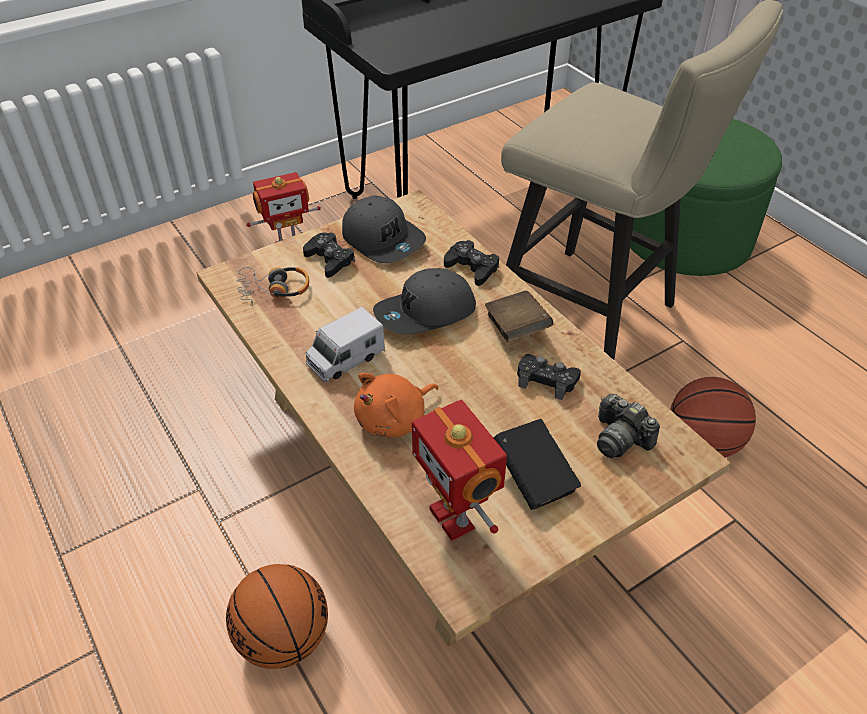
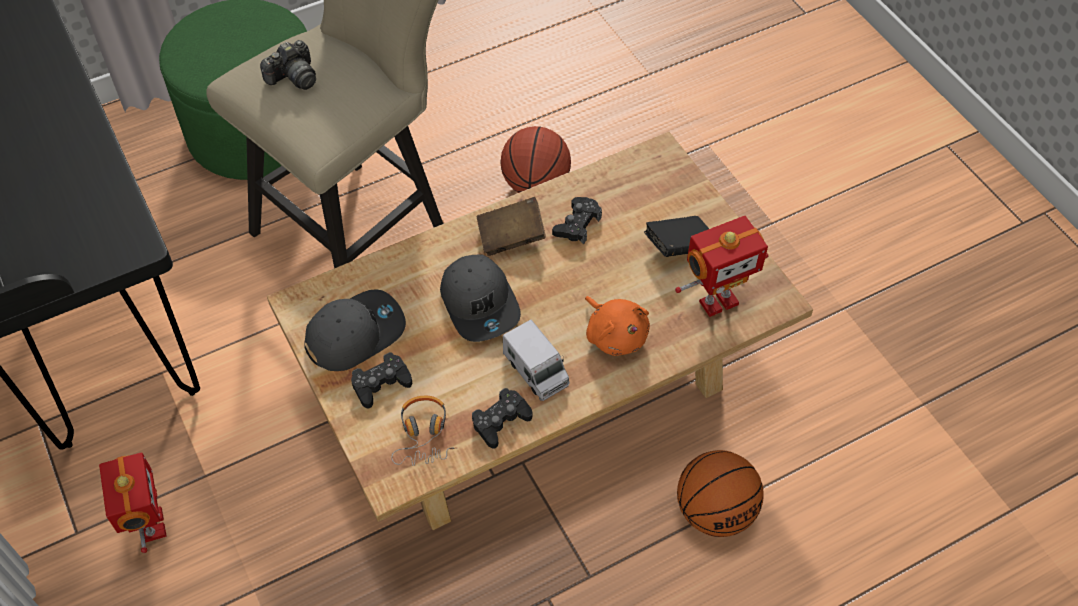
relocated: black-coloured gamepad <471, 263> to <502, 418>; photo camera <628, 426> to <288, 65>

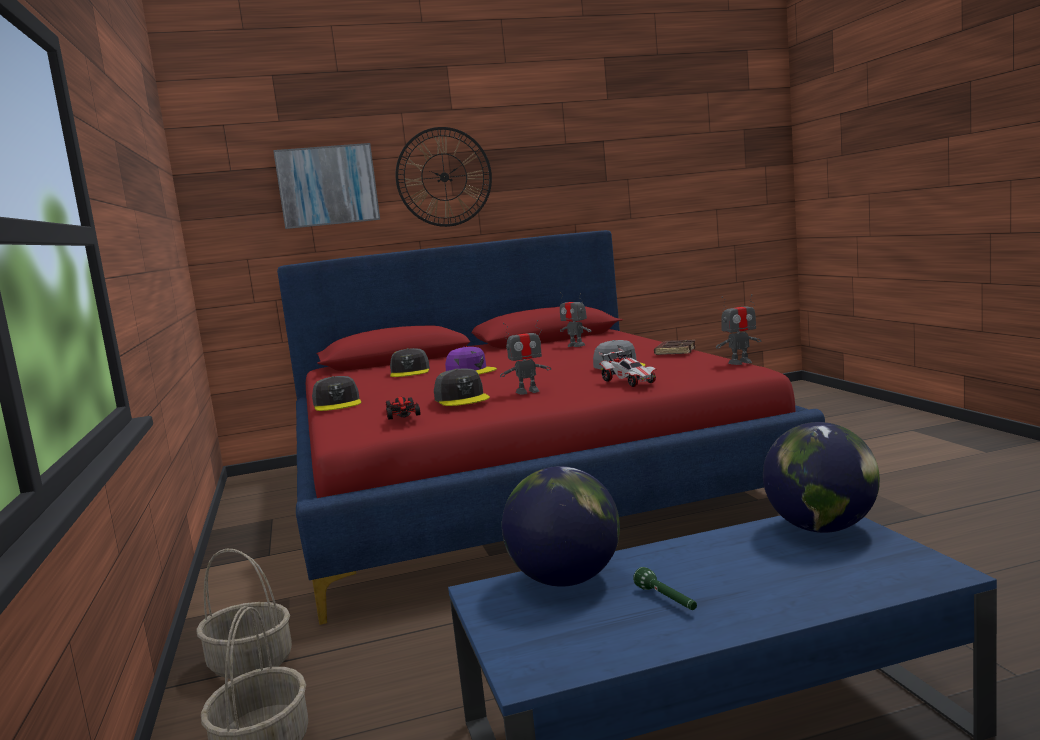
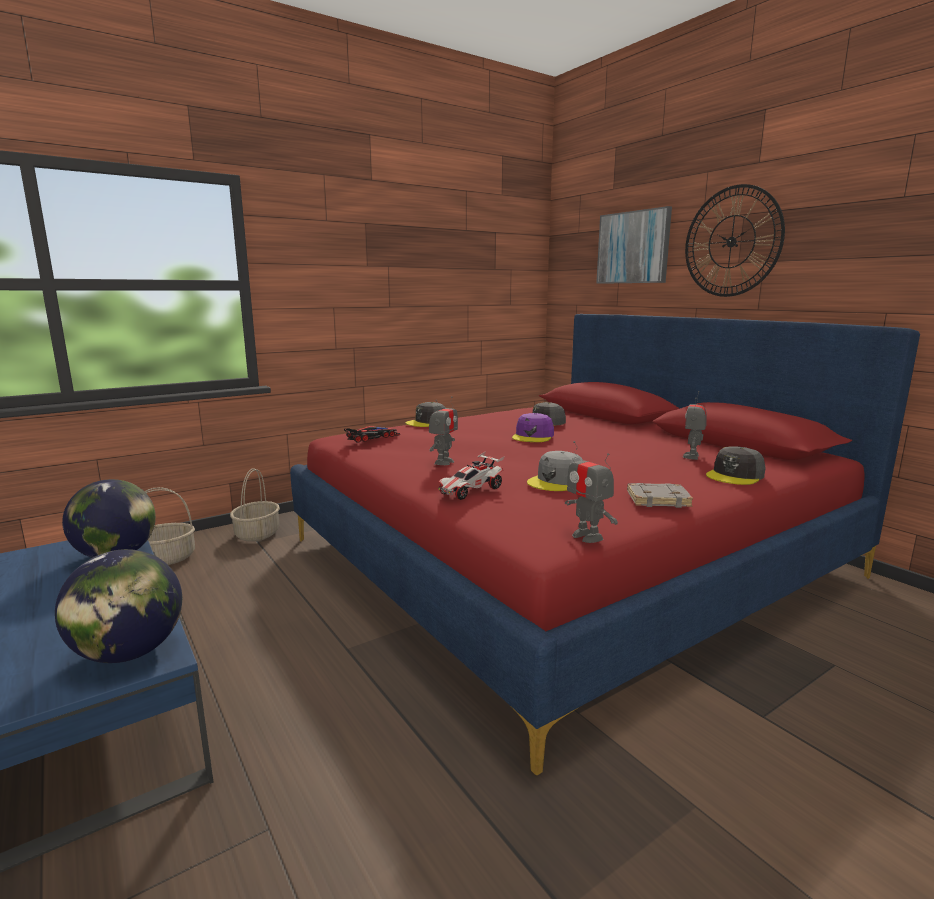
missing: green-coloured torch <665, 588>
relocated: gray baseball cap <462, 387> to <735, 465>
colour: brown-coloured volume <675, 347> to gray volume <660, 495>
spun: model robot <525, 357> = <443, 430> 120 degrees counterclockwise

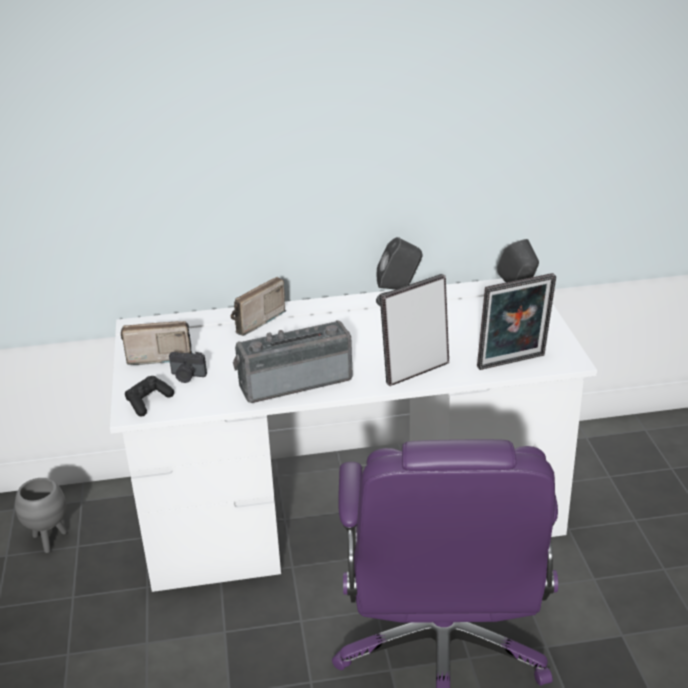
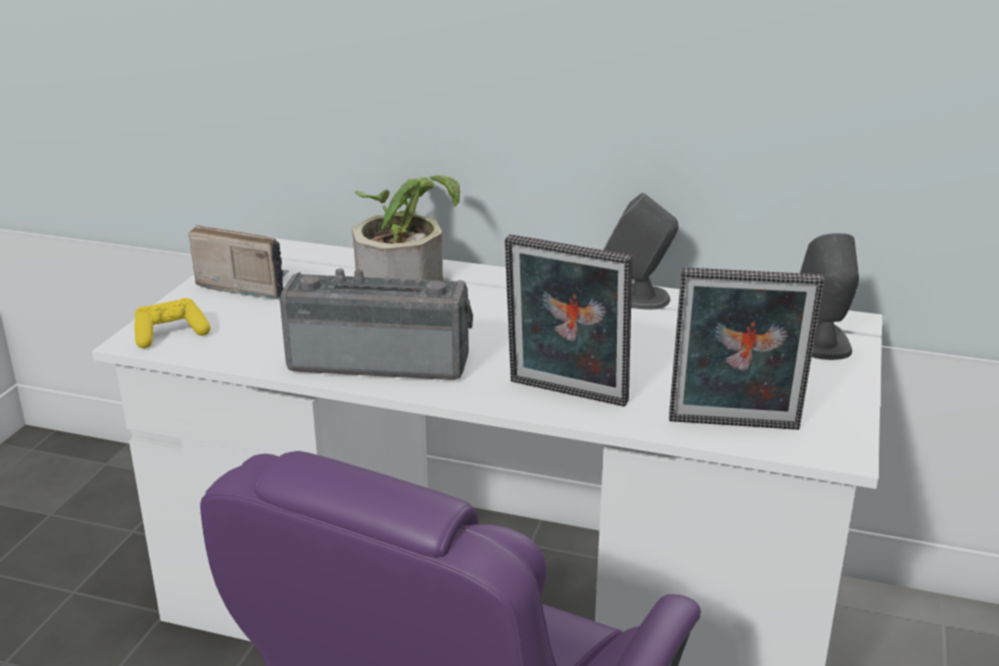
missing: gray flower pot <41, 515>; photo camera <188, 367>
exchanged: radio <258, 306> to plant in a pot <406, 228>
colour: black-coloured gamepad <149, 396> to yellowish gamepad <172, 323>
spun: standing frame <414, 330> = <568, 320> 150 degrees counterclockwise

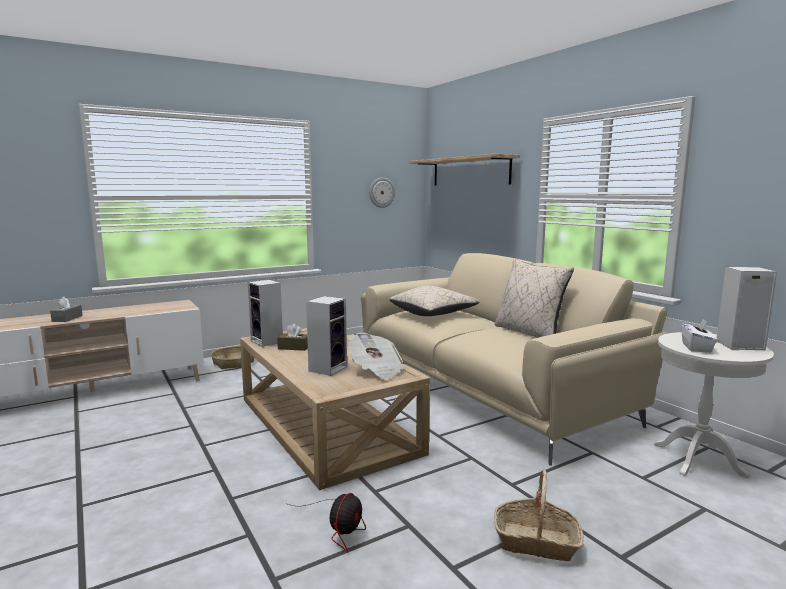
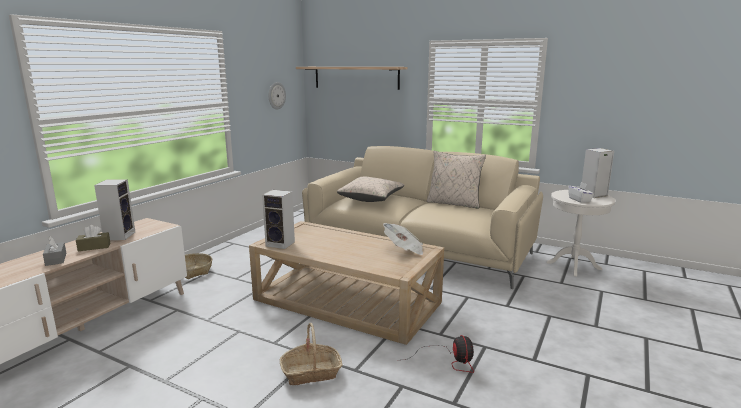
relocated: brown-coloured box of tissues <292, 337> to <93, 238>; speaker <326, 336> to <114, 209>; household basket <539, 515> to <311, 354>

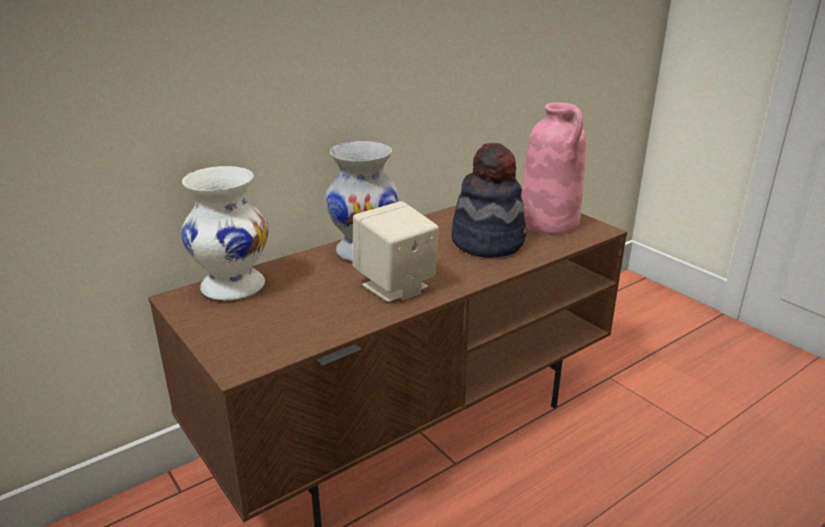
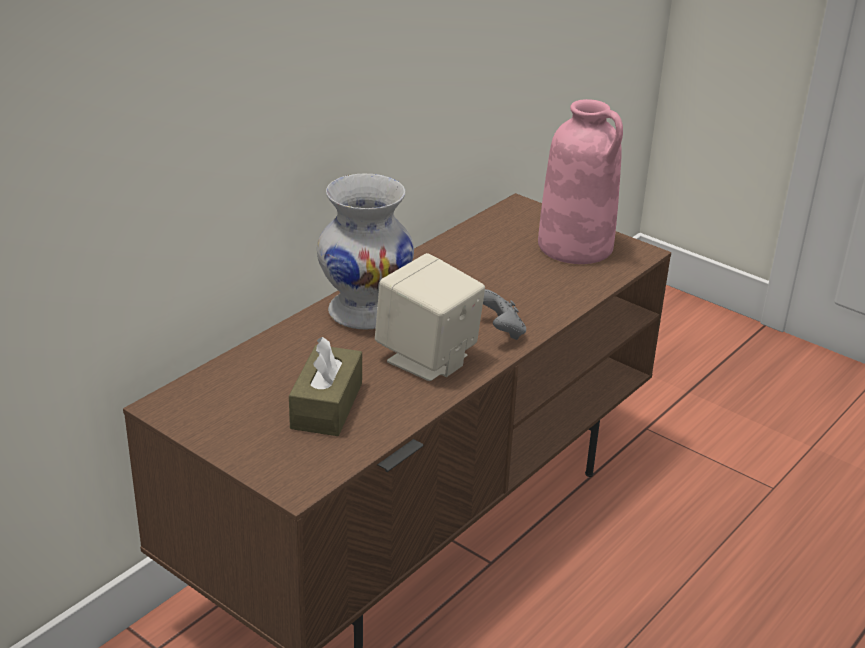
missing: white-coloured vase <224, 233>; wearable hat <489, 200>
appeared: brown-coloured box of tissues <325, 386>; gray gamepad <504, 314>

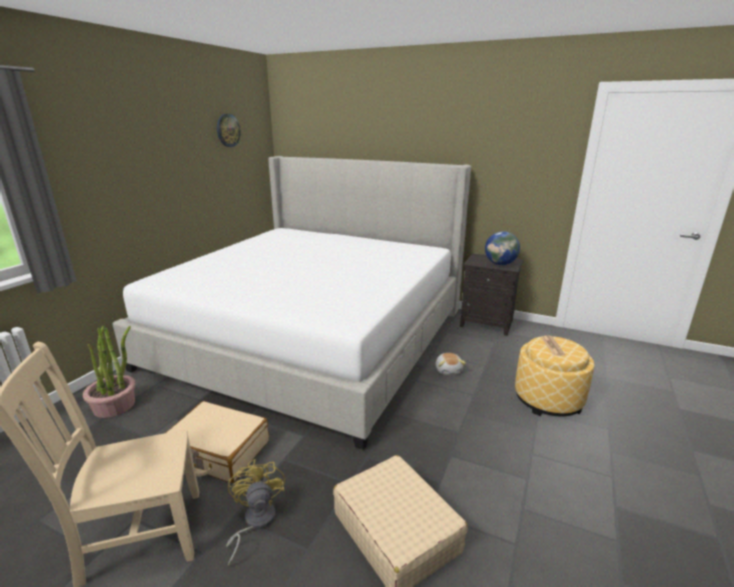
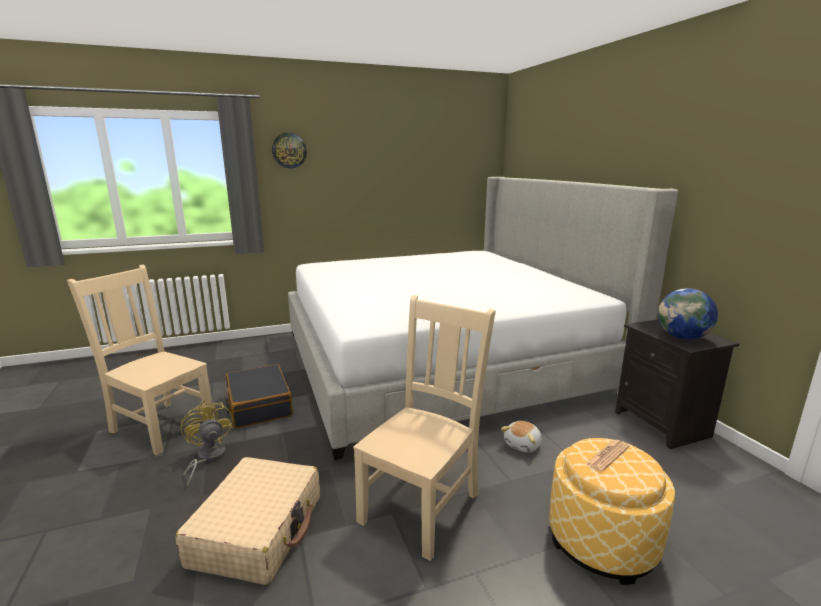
missing: plant in a pot <109, 372>
appeared: sand-coloured plain chair <424, 428>
relocated: hanging clock <229, 130> to <289, 150>
colour: sand-coloured piece of luggage <217, 442> to black-coloured piece of luggage <259, 396>
spun: yellowish fan <255, 512> = <206, 443> 60 degrees counterclockwise

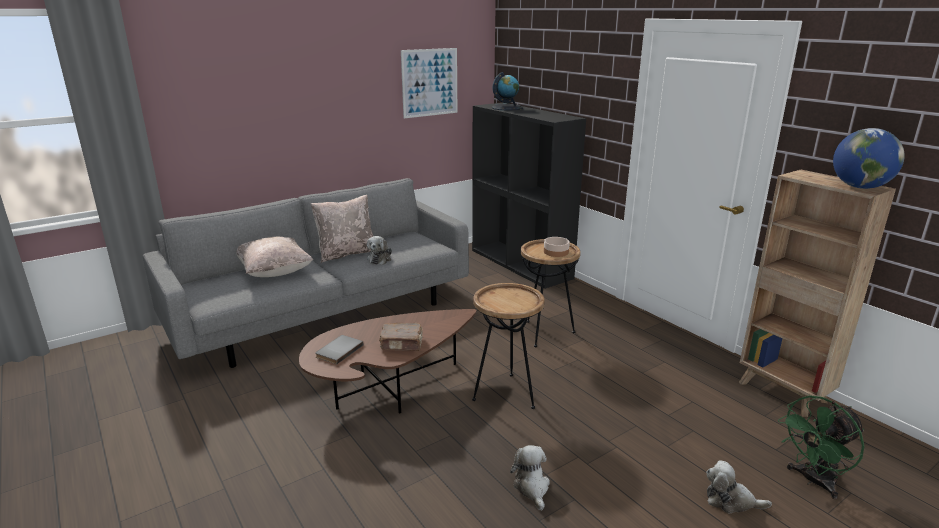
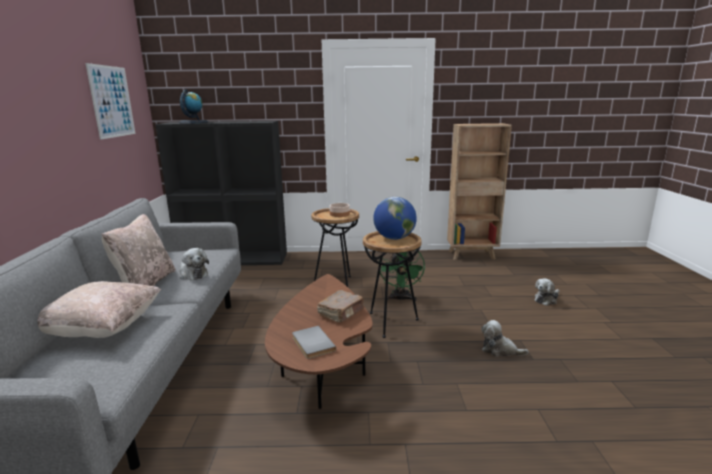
relocated: green-coloured fan <821, 447> to <402, 275>; world globe <869, 158> to <395, 218>

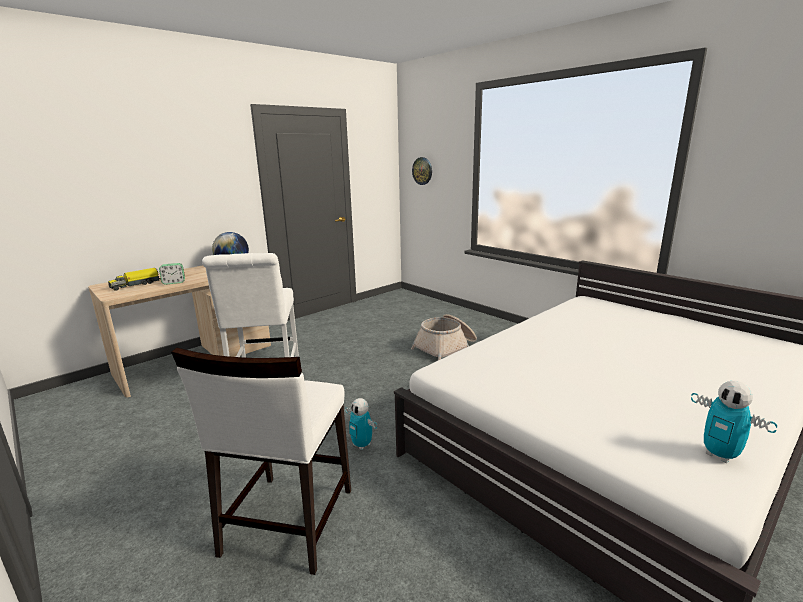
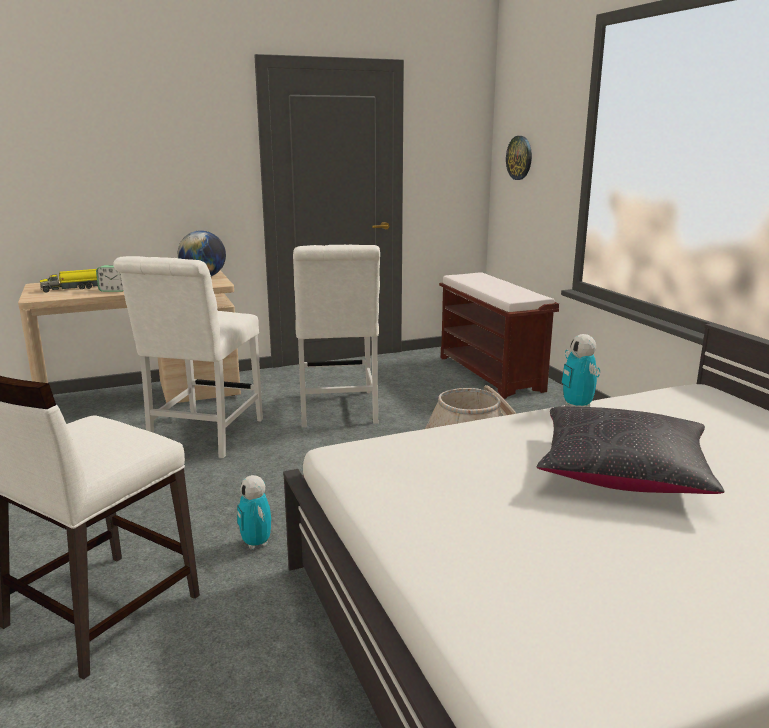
appeared: white-coloured plain chair <336, 335>; brown-coloured indoor bench <499, 335>; black-coloured cushion <631, 450>
relocated: model robot <734, 422> to <580, 370>

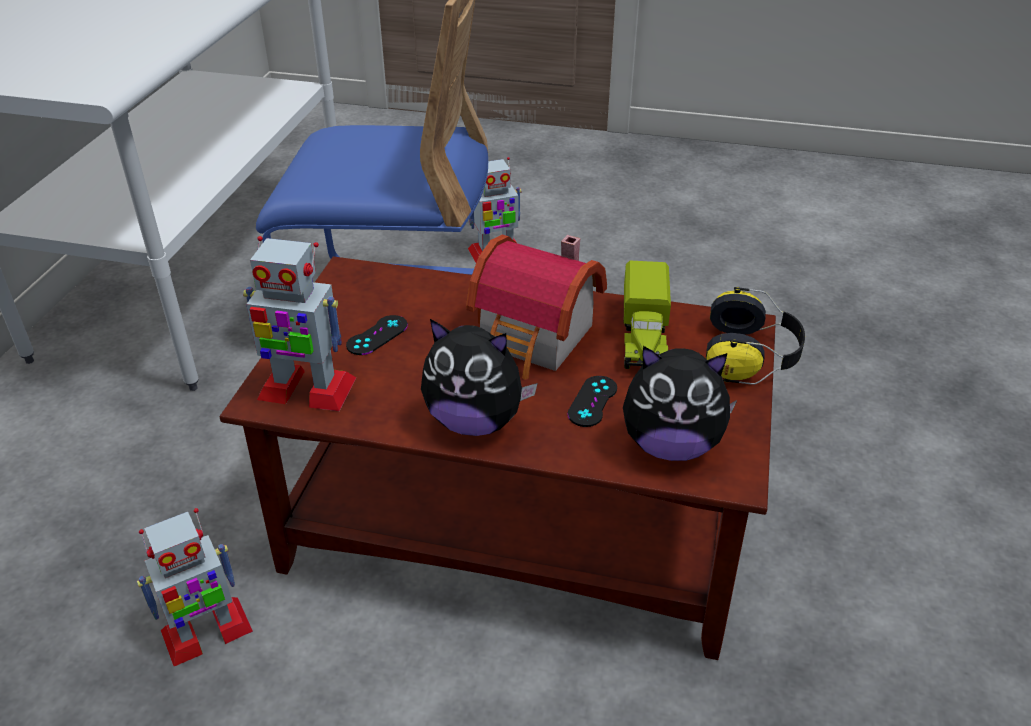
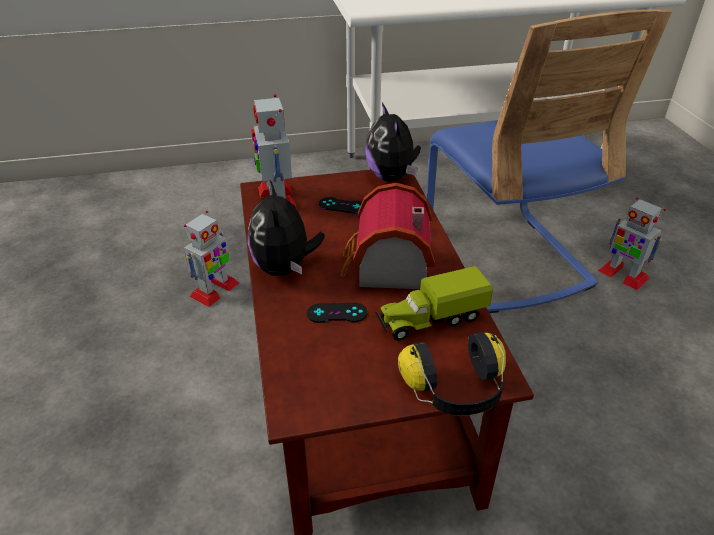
relocated: cuddly toy <680, 403> to <393, 142>
spun: model robot <195, 587> = <211, 259> 90 degrees counterclockwise

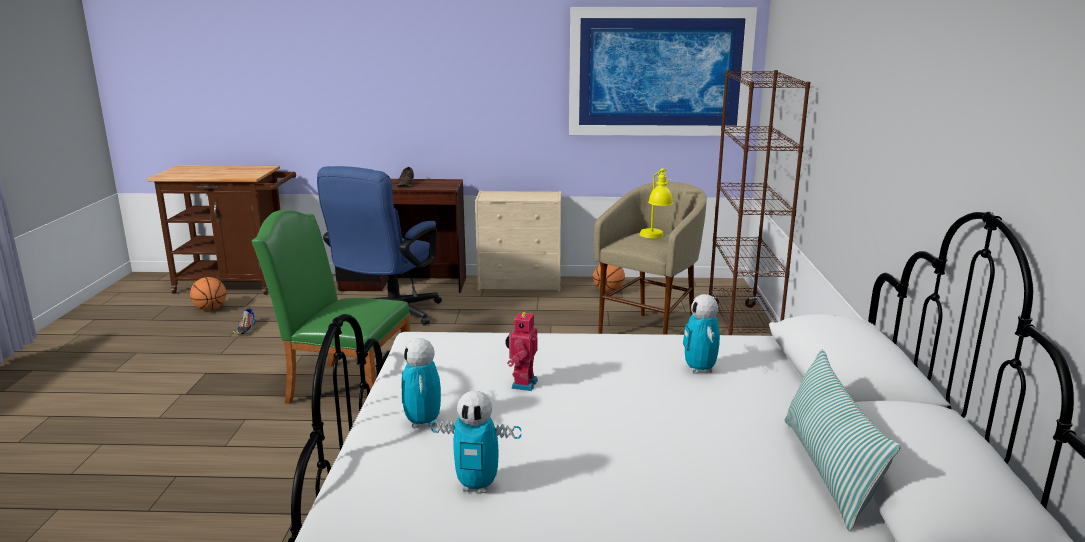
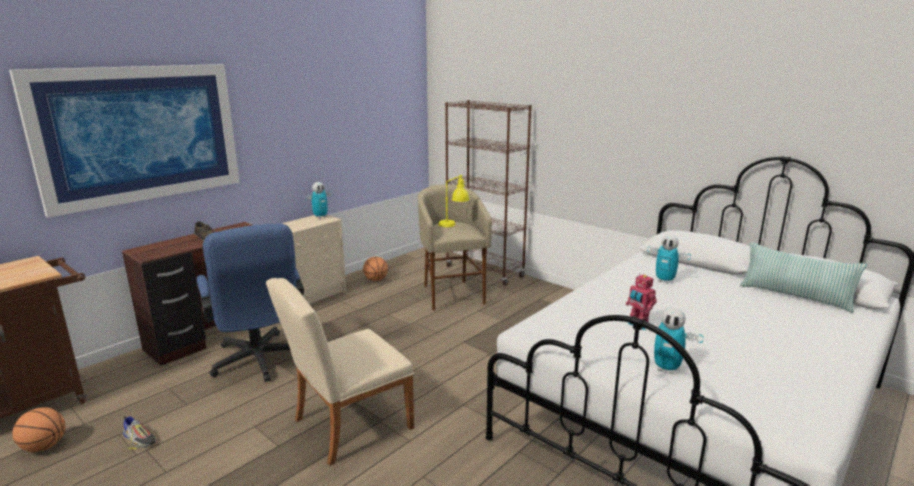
relocated: model robot <475, 441> to <319, 200>; wall art <663, 71> to <124, 141>
colour: green-coloured plain chair <330, 307> to sand-coloured plain chair <340, 372>

